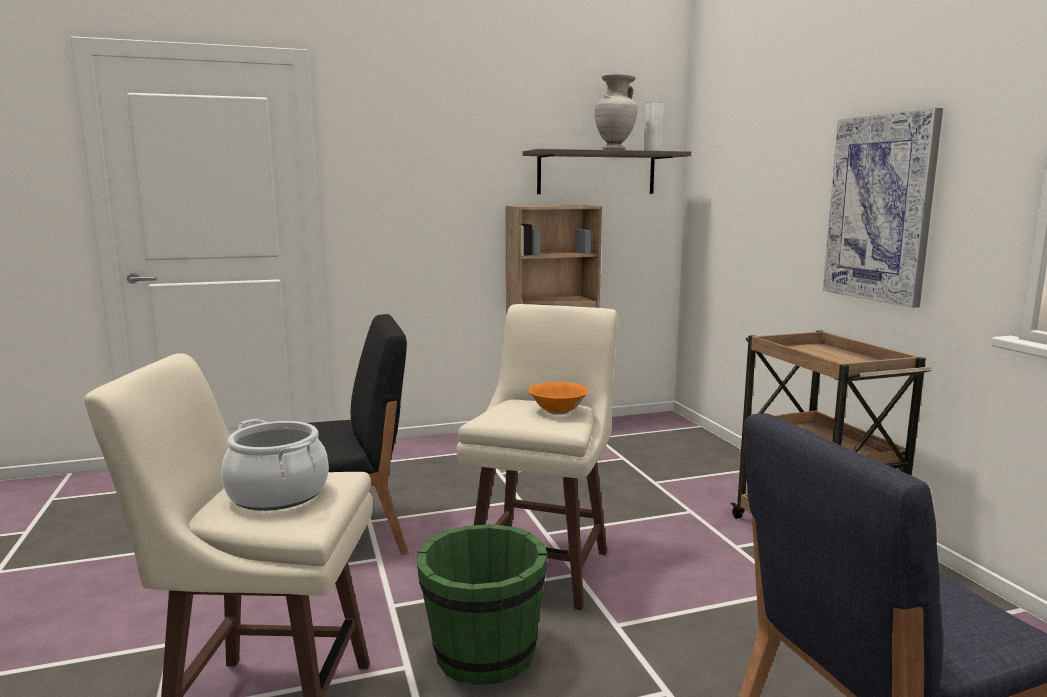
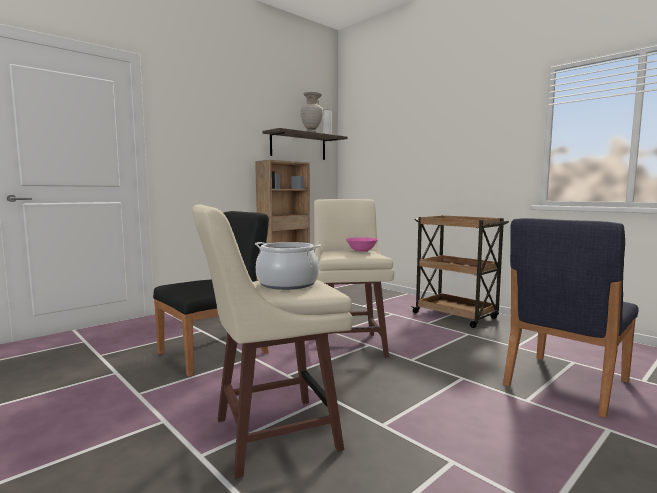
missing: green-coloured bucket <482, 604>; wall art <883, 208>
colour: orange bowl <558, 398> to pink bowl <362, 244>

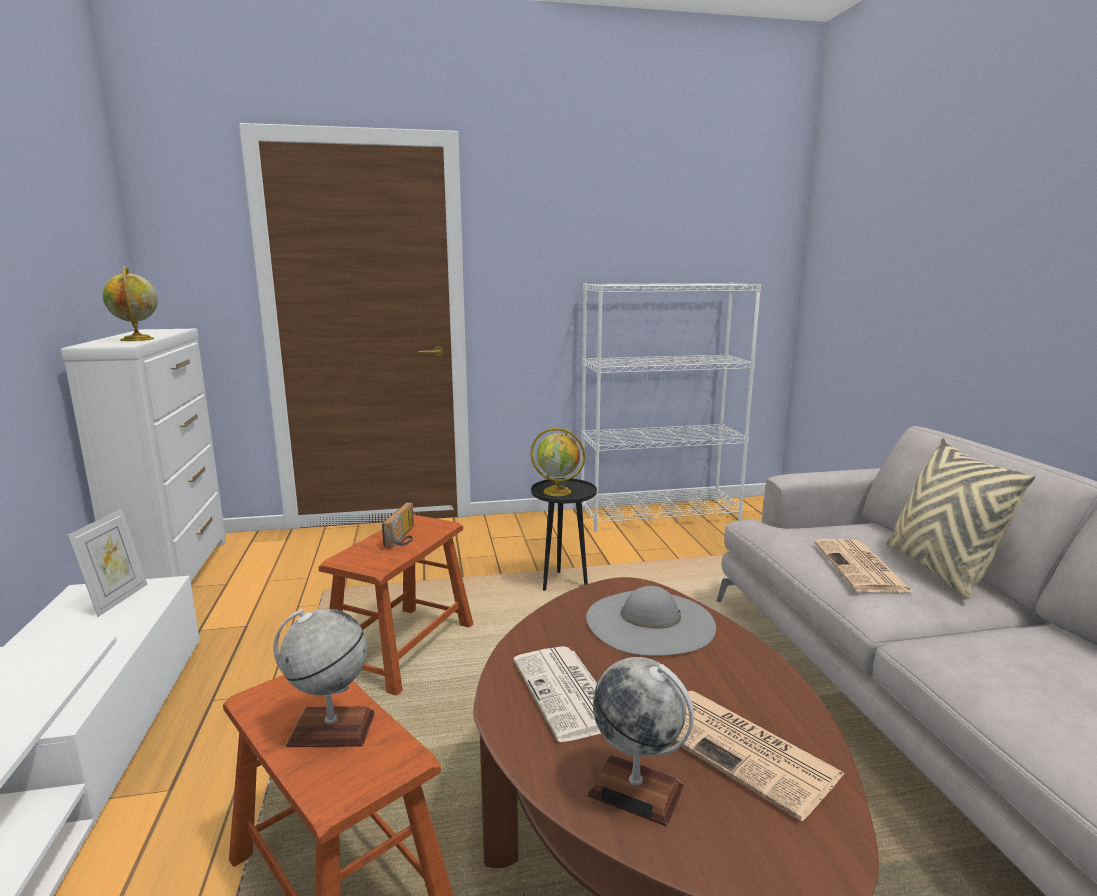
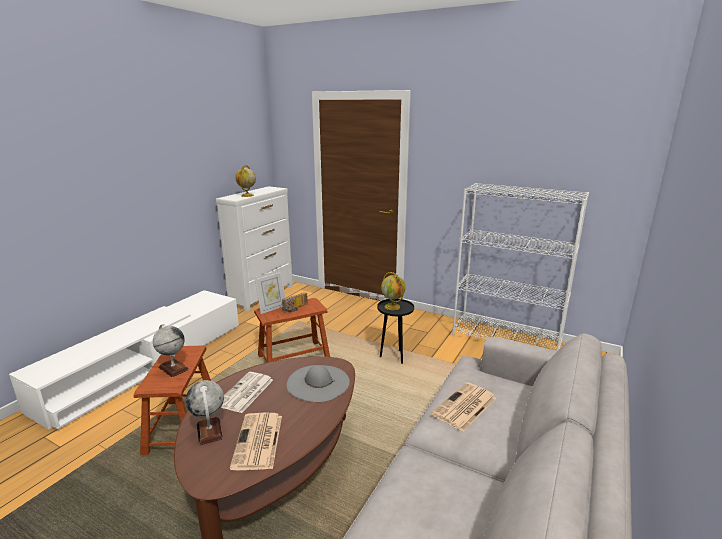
missing: sand-coloured cushion <961, 518>
relocated: standing frame <108, 563> to <269, 292>

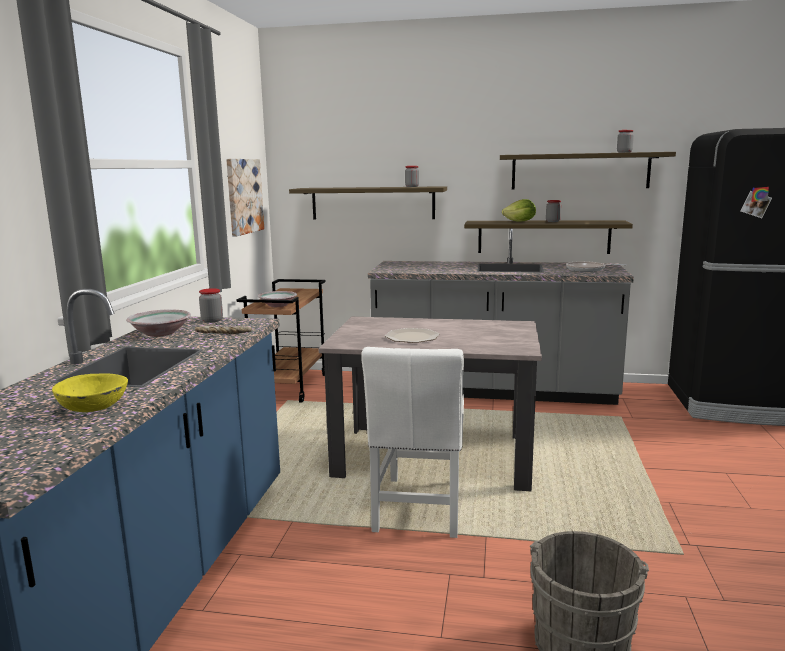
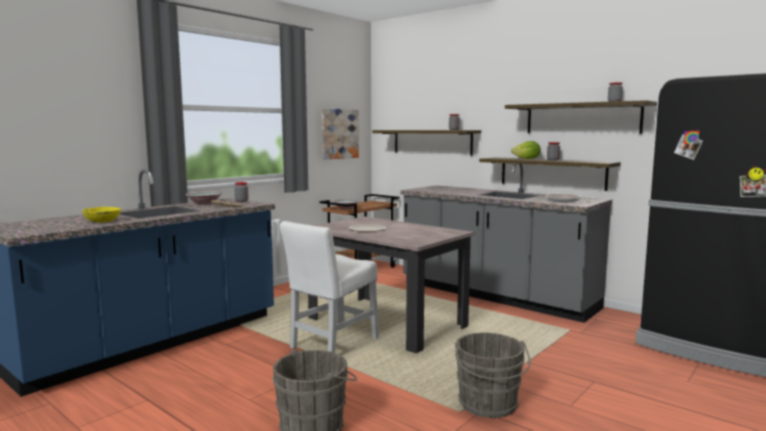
appeared: gray bucket <493, 375>

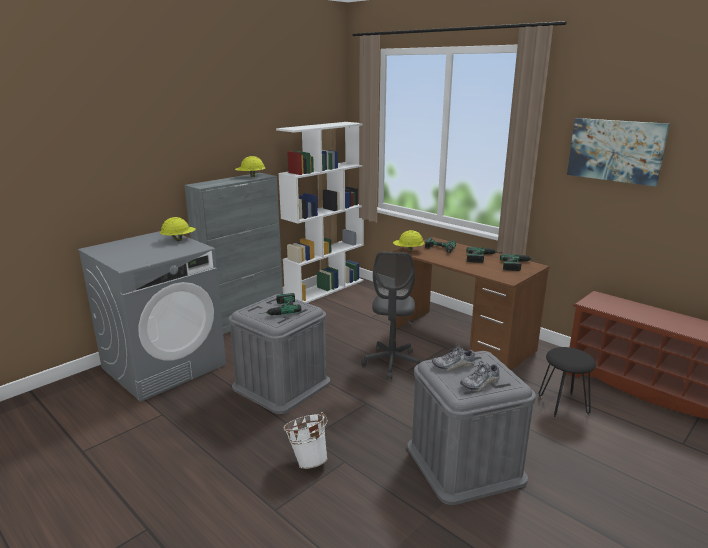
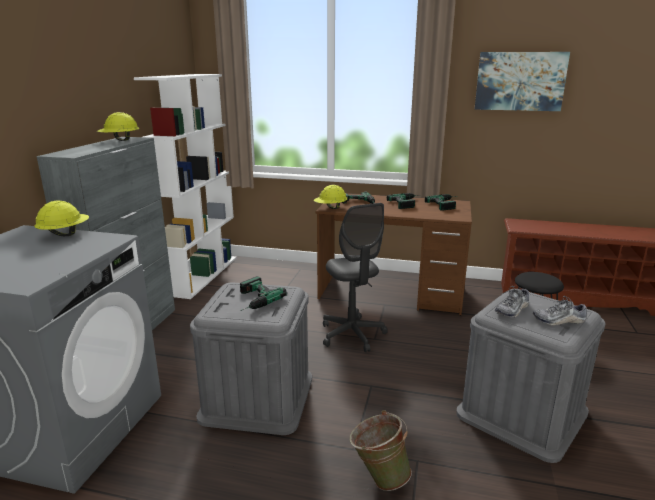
colour: white-coloured bucket <305, 440> to green-coloured bucket <381, 450>
spun: low shoe <480, 376> = <560, 311> 60 degrees clockwise

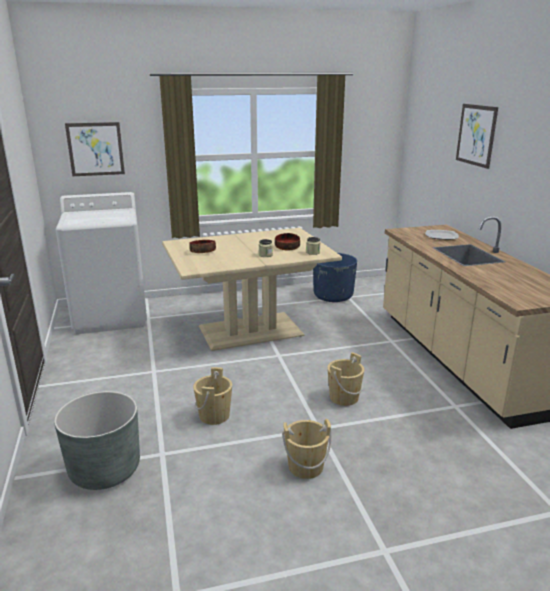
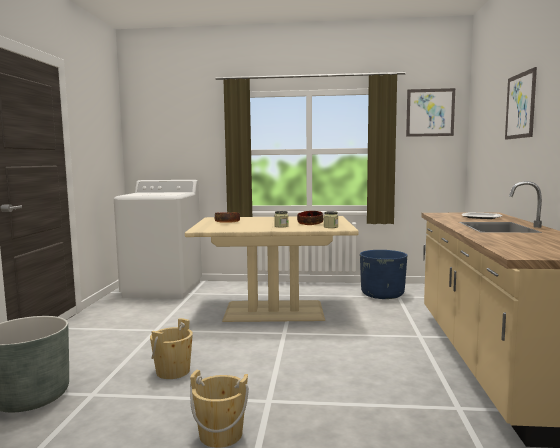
missing: sand-coloured bucket <346, 379>
relocated: wall art <95, 149> to <430, 112>

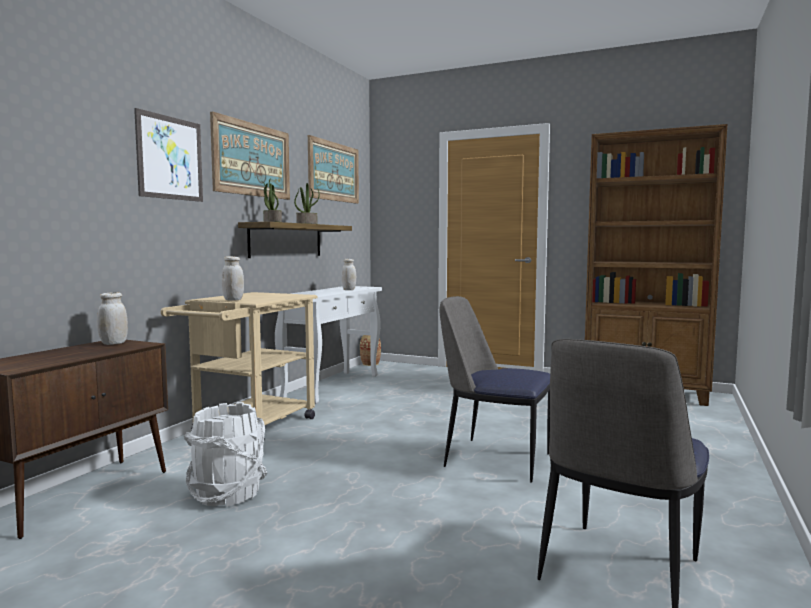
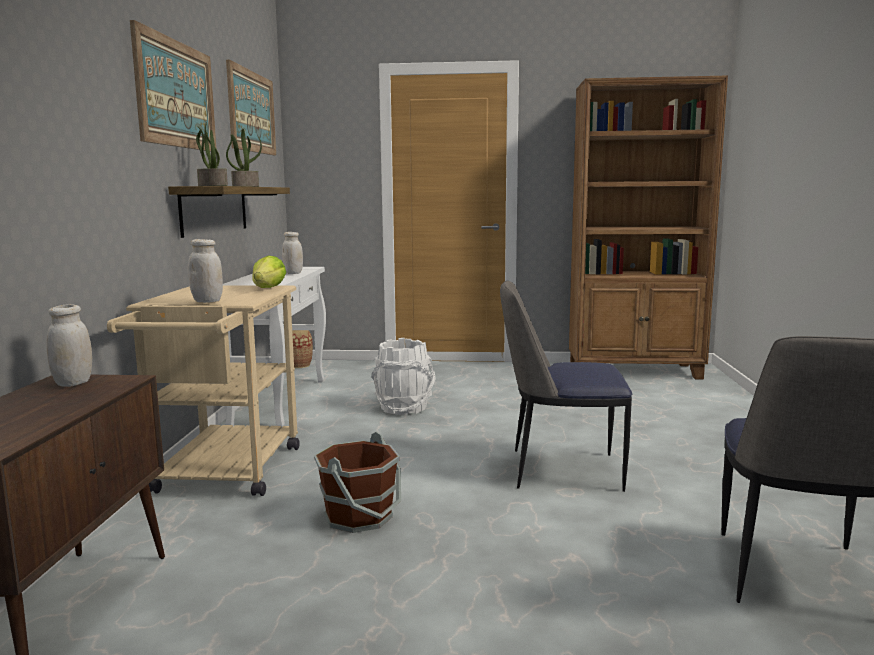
missing: wall art <168, 155>
appeared: lettuce head <269, 272>; brown-coloured bucket <357, 482>
relocated: white-coloured bucket <225, 454> to <403, 376>

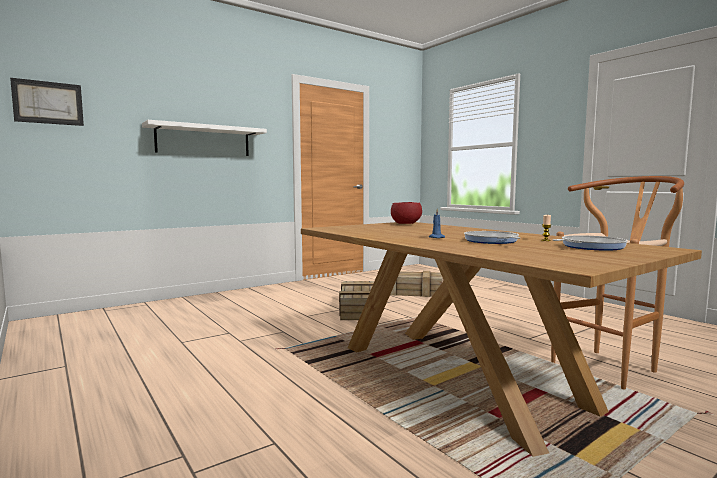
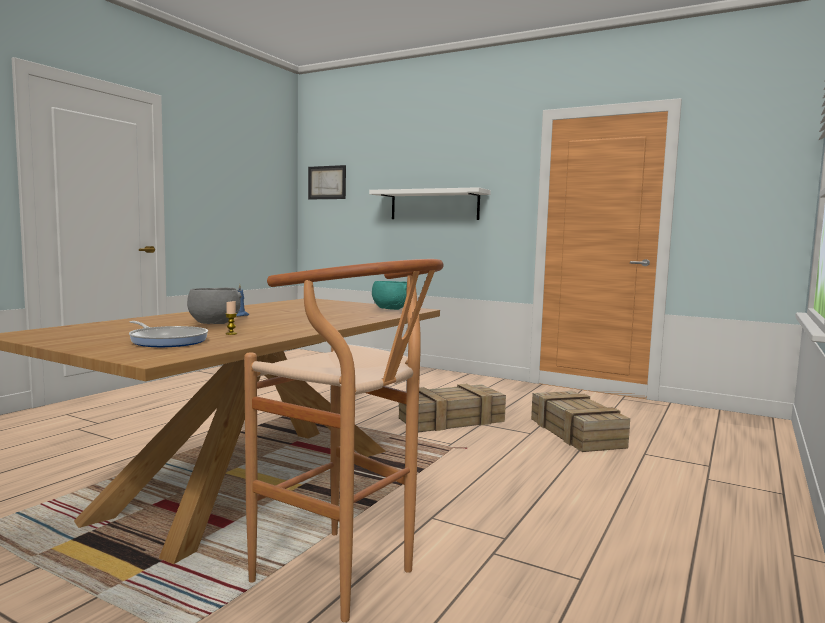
exchanged: pan <492, 237> to gray bowl <214, 306>
colour: reddish bowl <406, 213> to blue-green bowl <389, 295>

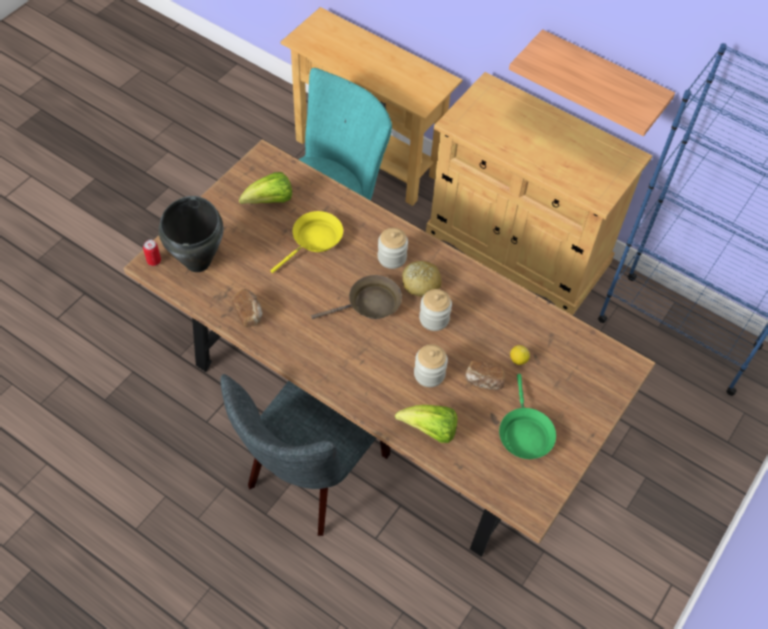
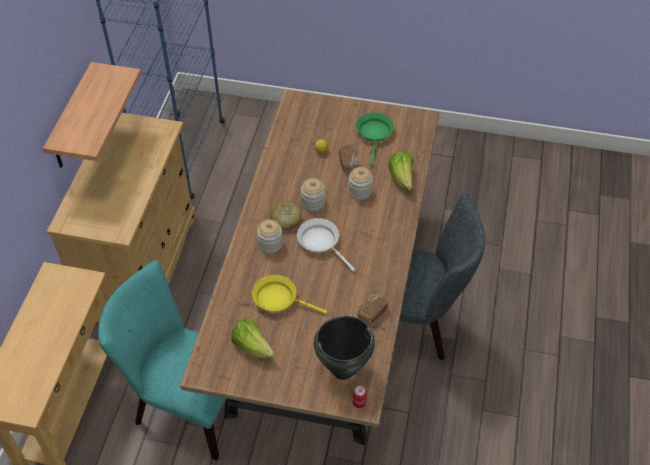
colour: brown-coloured pan <356, 297> to white-coloured pan <326, 245>
spun: green-coloured pan <527, 416> = <375, 139> 60 degrees counterclockwise

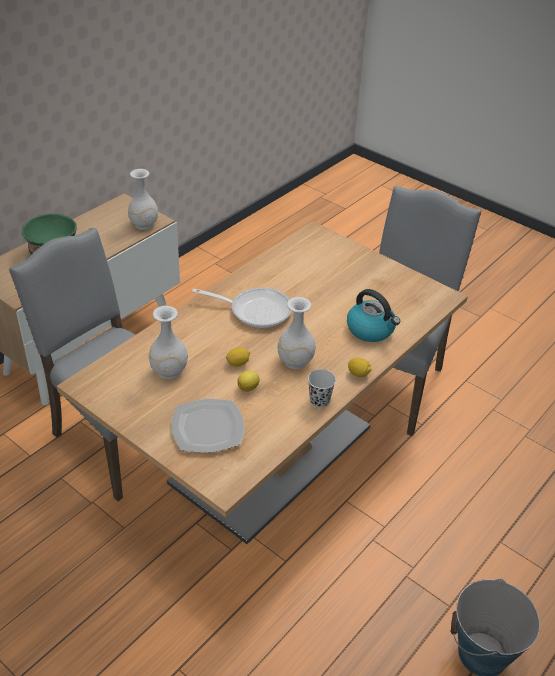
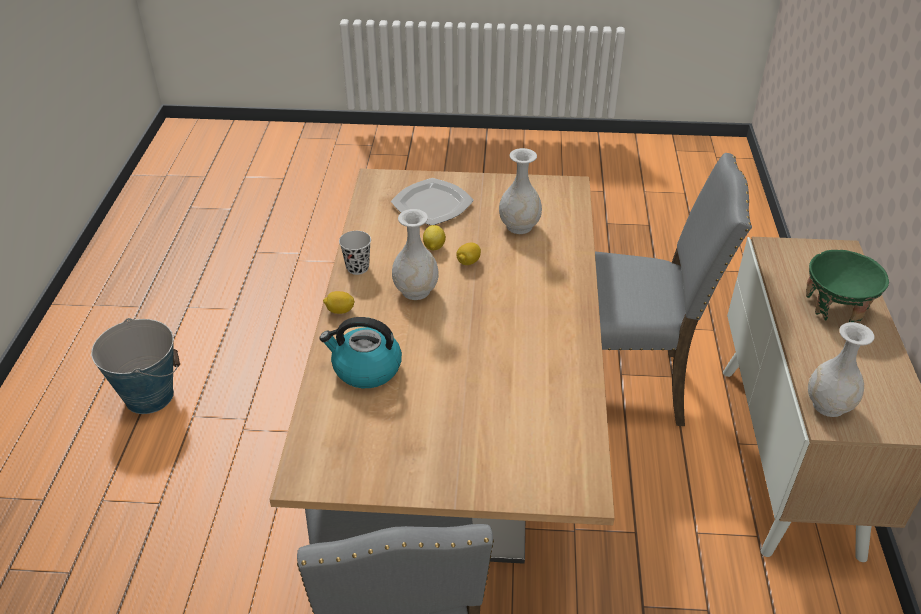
missing: pan <242, 307>

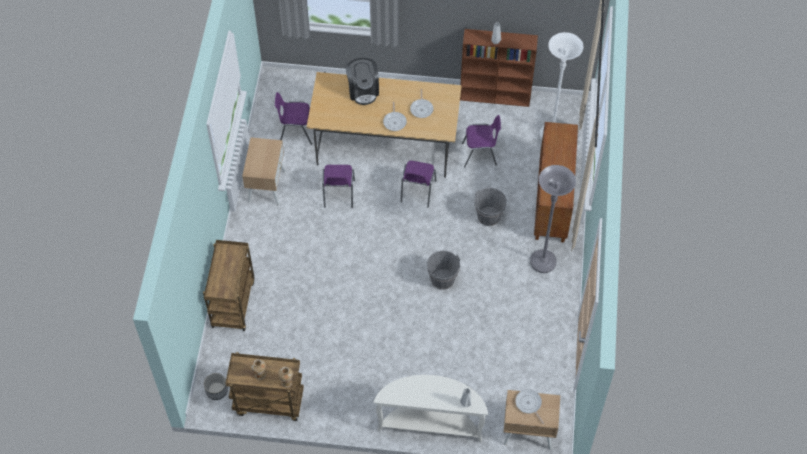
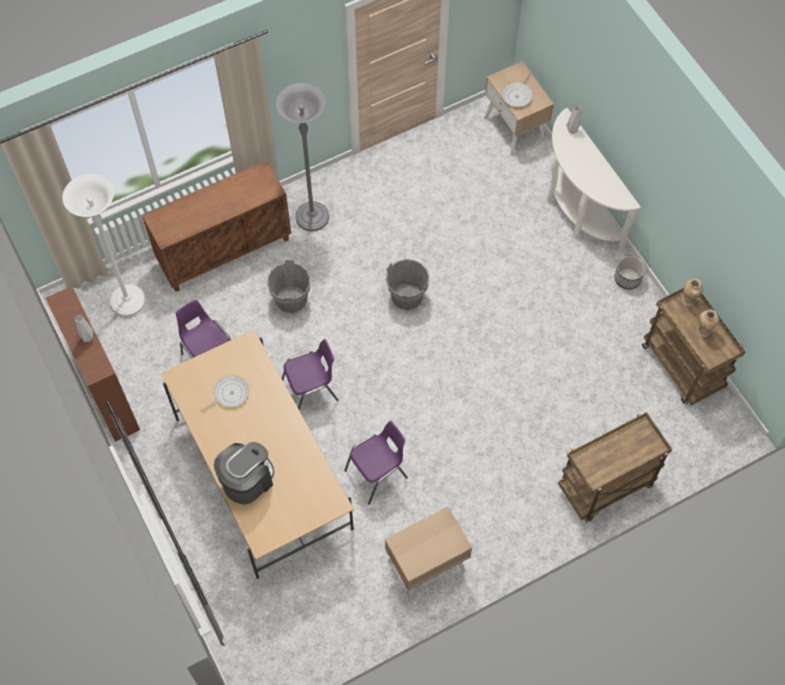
missing: purple plain chair <293, 118>; pan <395, 116>
relocated: flower pot <216, 386> to <630, 273>

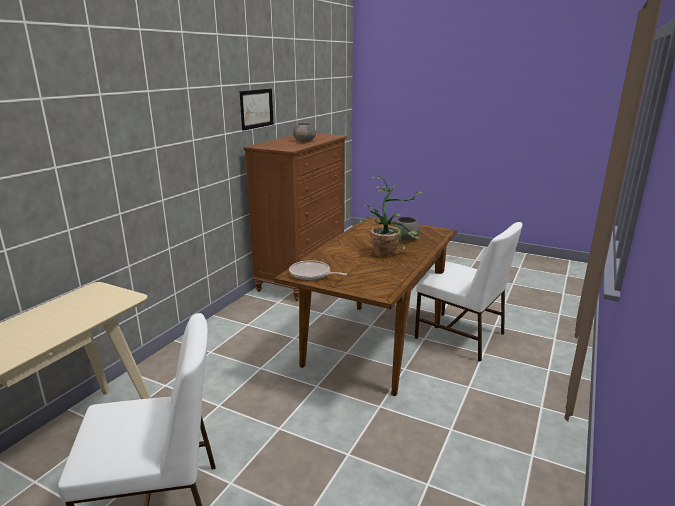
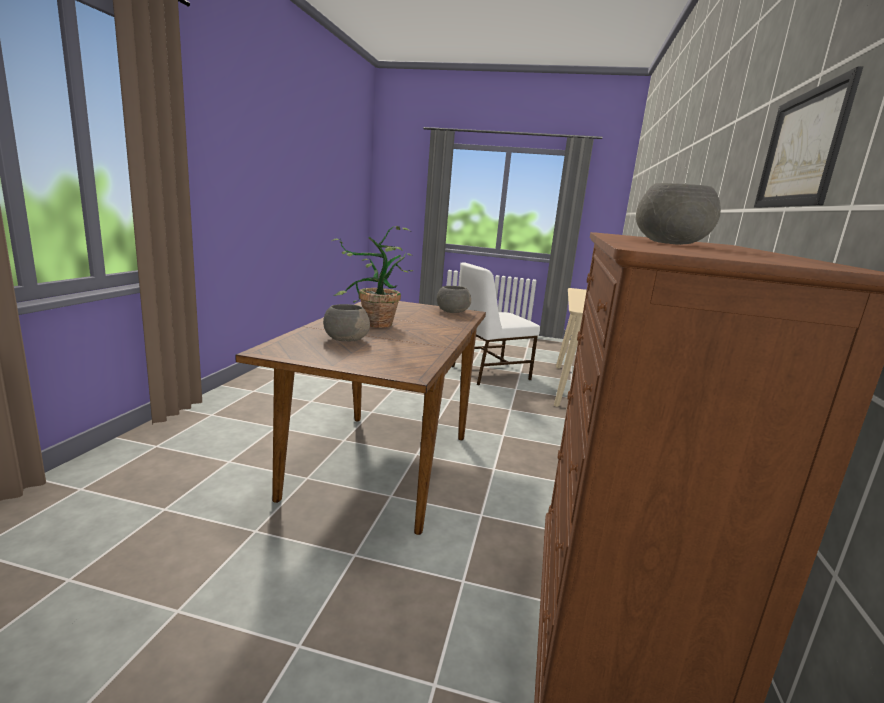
missing: white-coloured plain chair <468, 292>
exchanged: pan <318, 270> to gray bowl <454, 299>

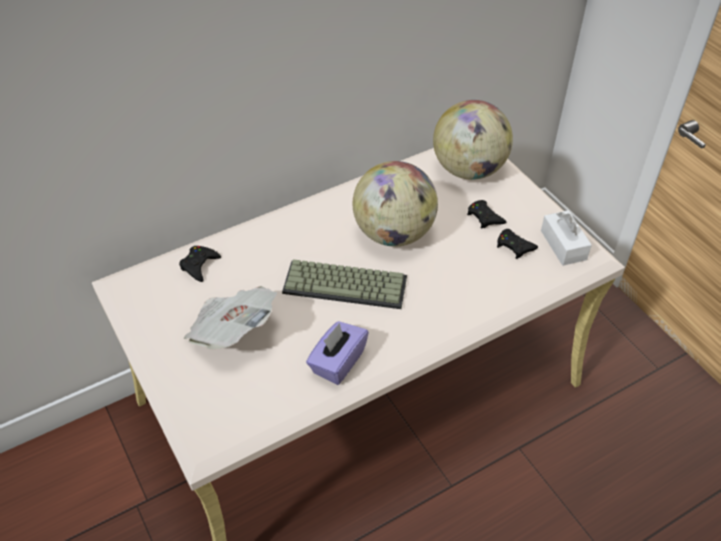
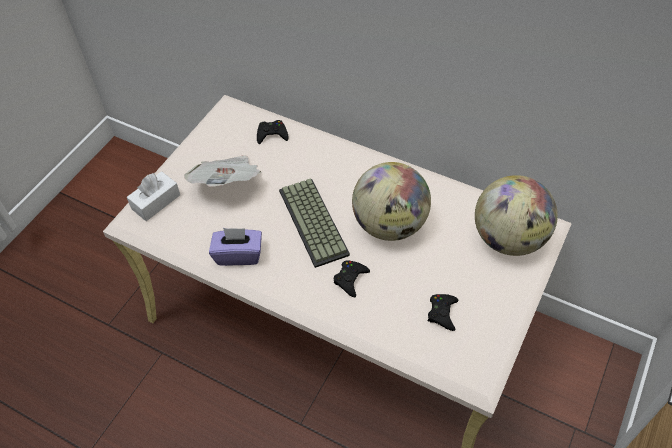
relocated: black-coloured gamepad <486, 214> to <352, 278>; white-coloured box of tissues <566, 238> to <153, 196>

